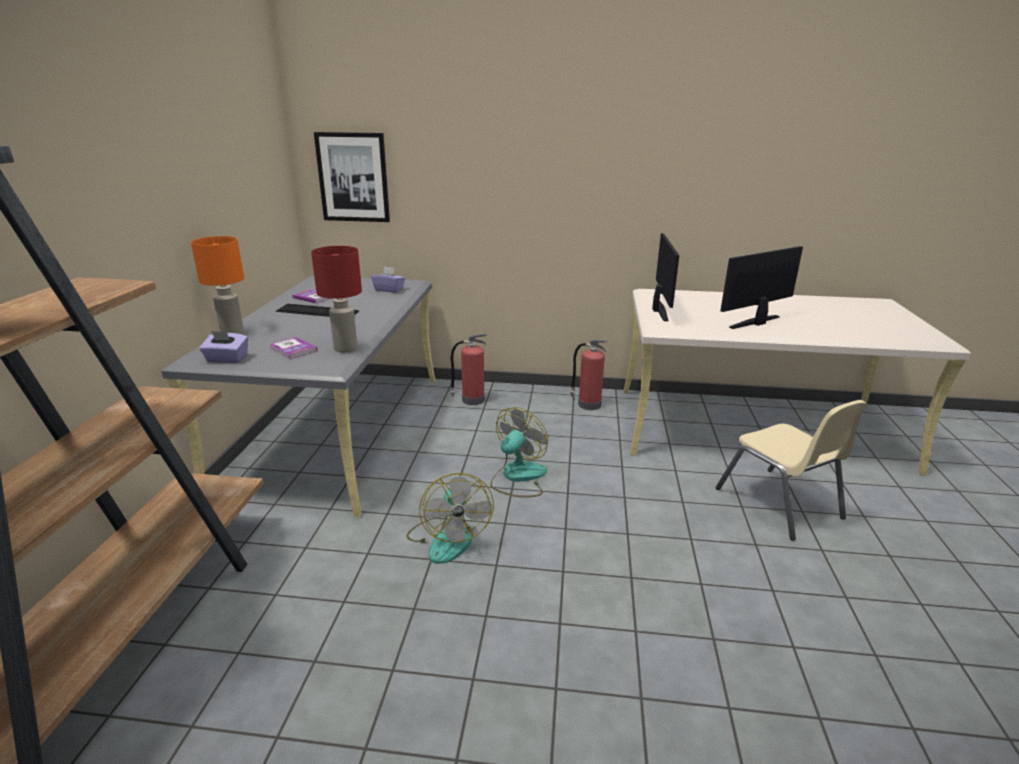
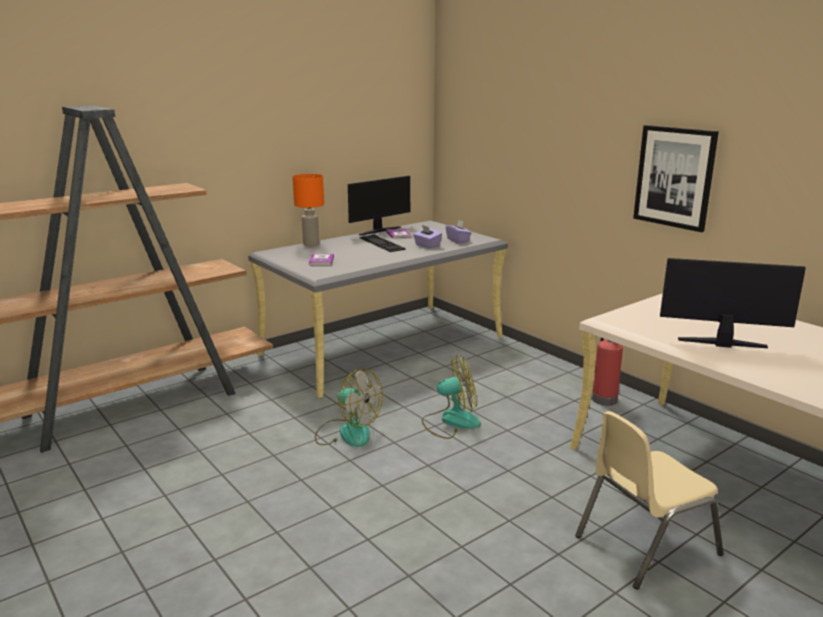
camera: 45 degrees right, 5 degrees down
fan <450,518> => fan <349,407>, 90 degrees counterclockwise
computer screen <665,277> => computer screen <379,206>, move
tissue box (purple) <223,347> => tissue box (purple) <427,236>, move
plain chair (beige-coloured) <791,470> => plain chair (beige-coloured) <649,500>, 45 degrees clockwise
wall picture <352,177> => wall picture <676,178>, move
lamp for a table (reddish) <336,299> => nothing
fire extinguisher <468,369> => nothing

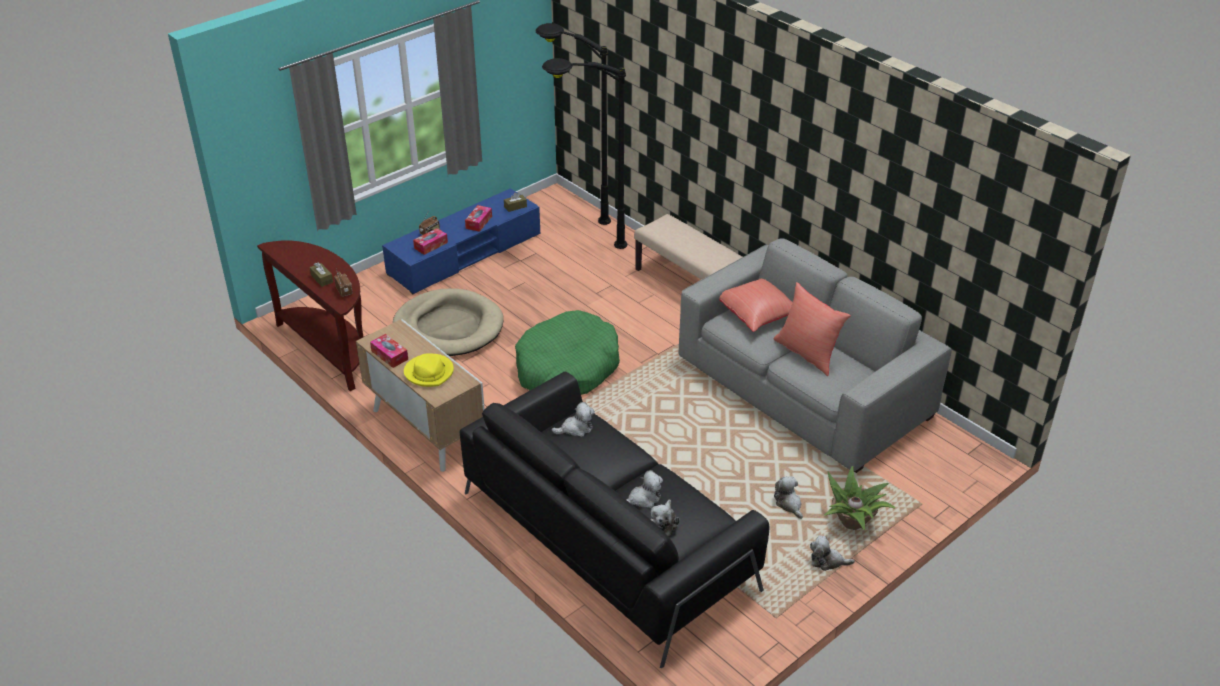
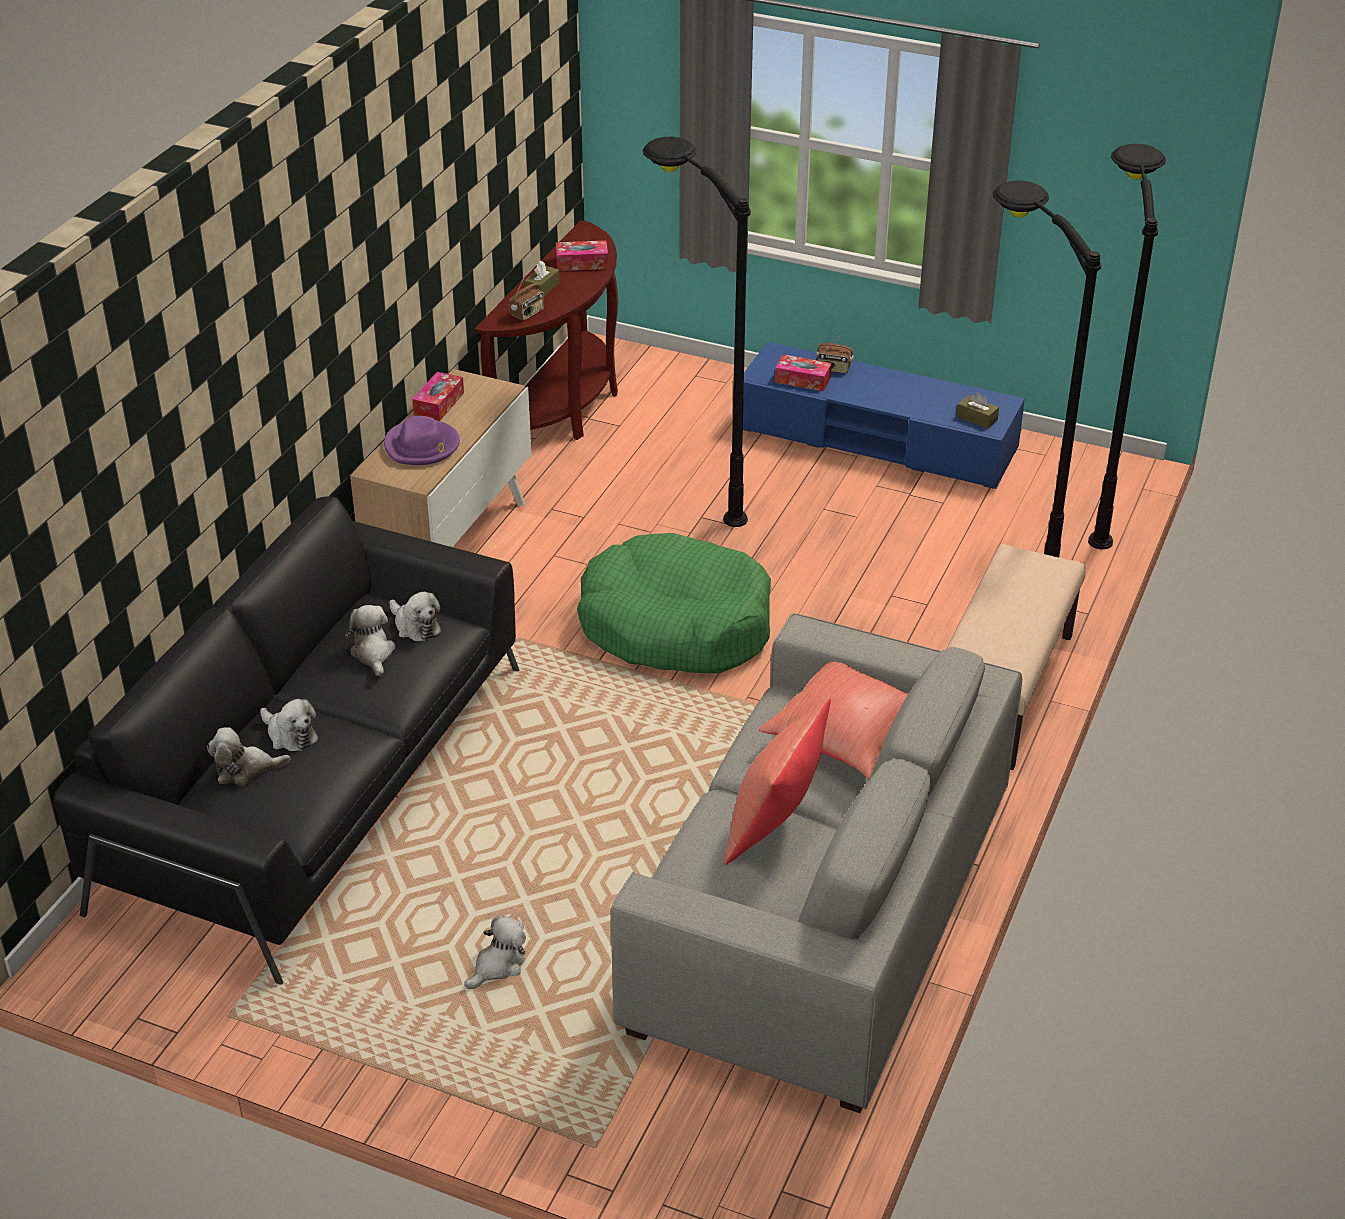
camera: 65 degrees right, 0 degrees up
soft toy <832,553> => soft toy <370,640>, move
hat (yellow-coloured) <429,370> => hat (purple) <422,440>
tissue box <478,218> => tissue box <582,255>, move
pet bed (beige-coloured) <448,322> => standard lamp (black) <697,332>
potted plant <860,498> => nothing

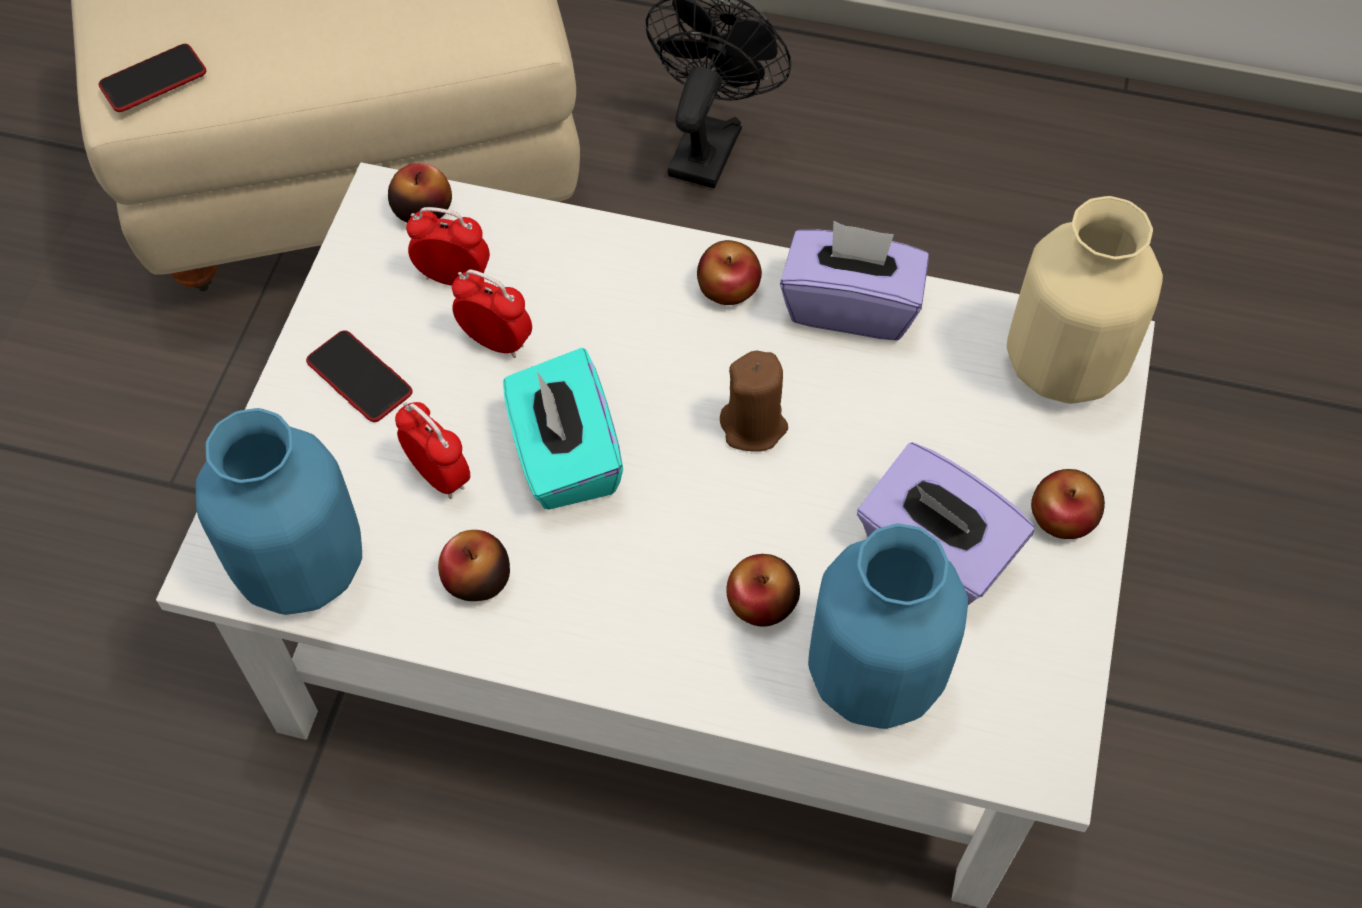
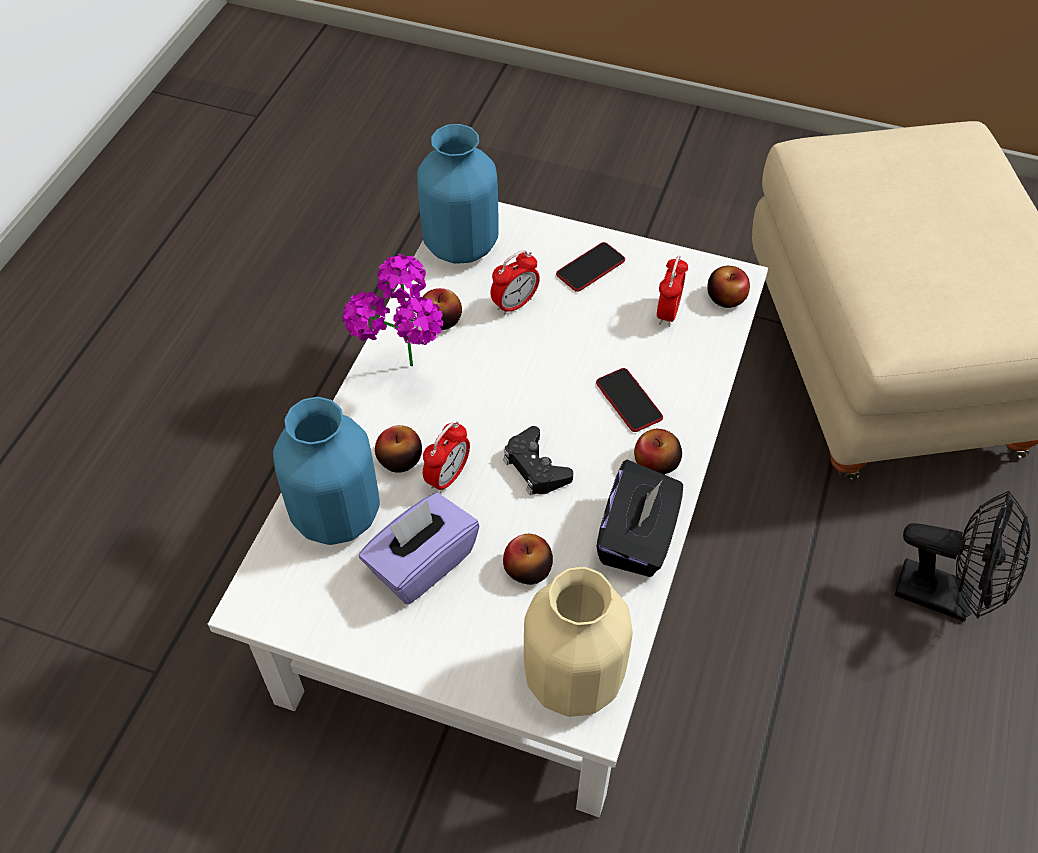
camera: 95 degrees right, 5 degrees down
nothing => potted plant <392,310>
bedside clock <492,314> => bedside clock <446,457>, move
whole apple <1068,504> => whole apple <528,559>, move
wax candle (brown-coloured) <754,401> => joypad (black) <538,461>
telephone <152,78> => telephone <629,400>, move
tissue box (purple) <854,281> => tissue box (black) <639,518>
tissue box (blue-green) <563,429> => nothing

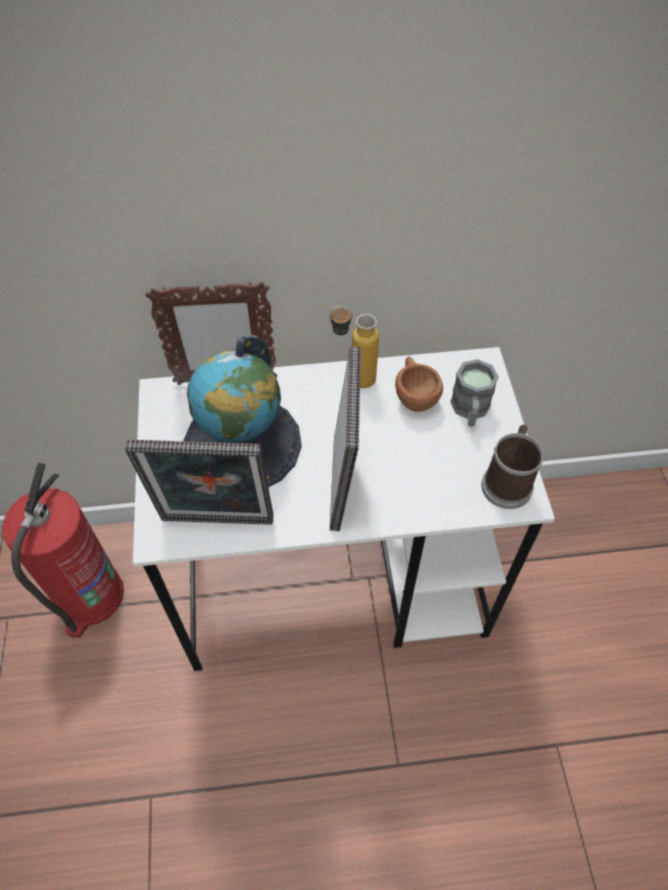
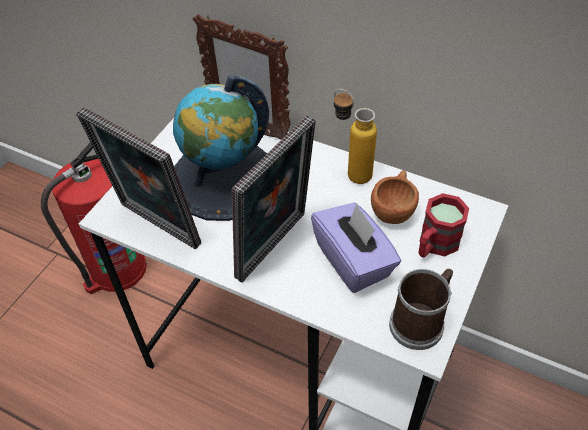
camera: 35 degrees right, 5 degrees down
nothing => tissue box (purple) <356,248>
coffee mug (greyish) <474,392> => coffee mug (reddish) <444,225>

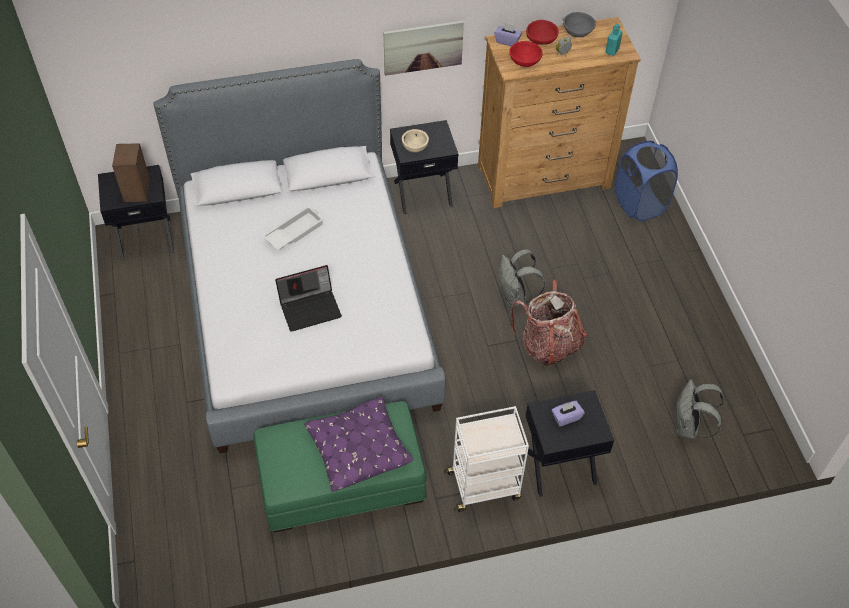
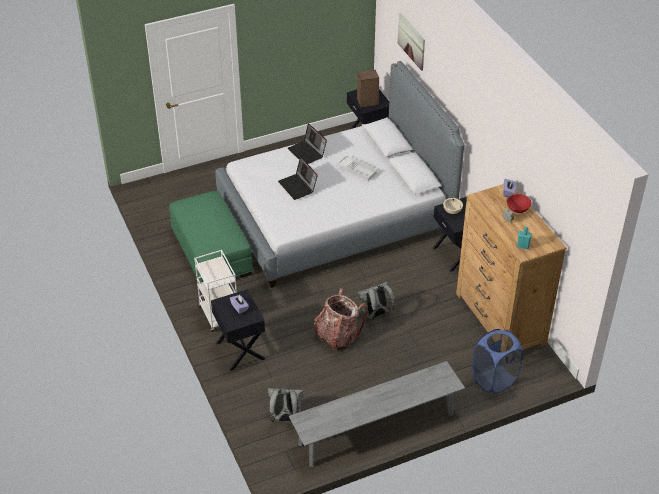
camera: 80 degrees right, 10 degrees down
nothing => portable computer <307,144>
nothing => bench (greyish) <377,414>
wall picture <424,48> => wall picture <411,42>, move
pillow (purple) <359,444> => nothing
deep dish (reddish) <526,54> => nothing
deep dish (greyish) <579,24> => nothing

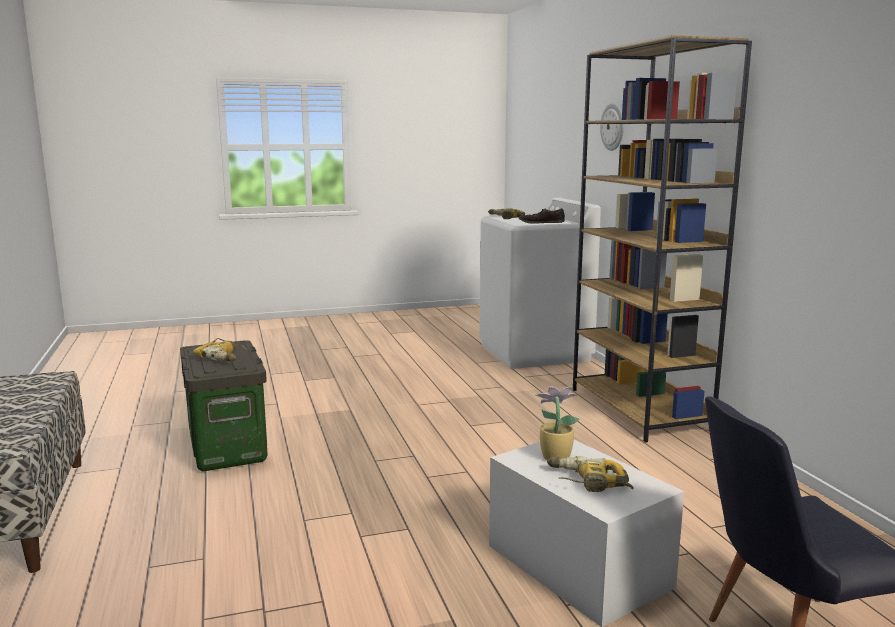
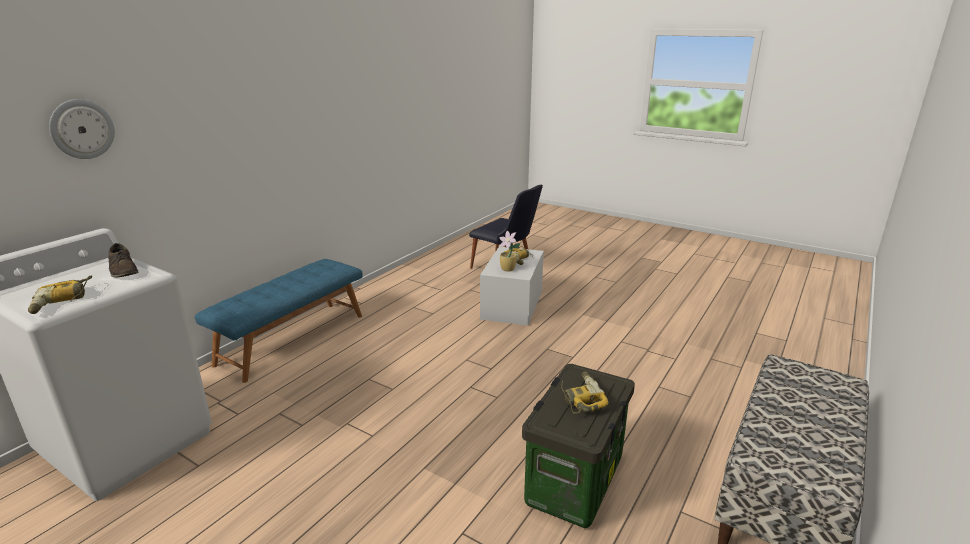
camera: 130 degrees left, 10 degrees up
bookshelf (brown-coloured) <662,239> => bench (blue) <279,321>

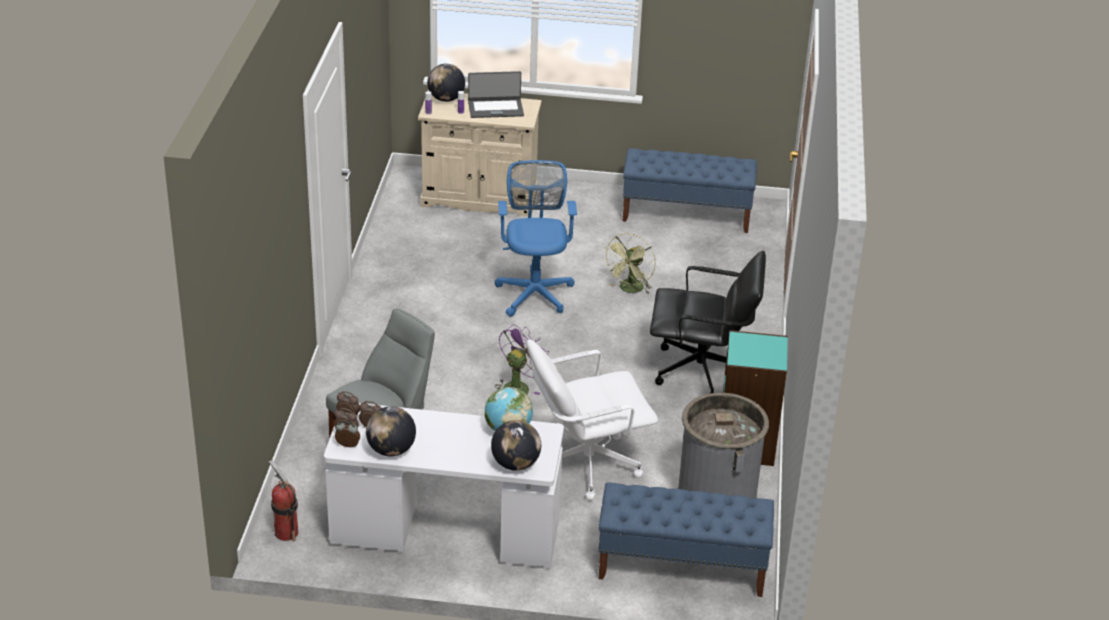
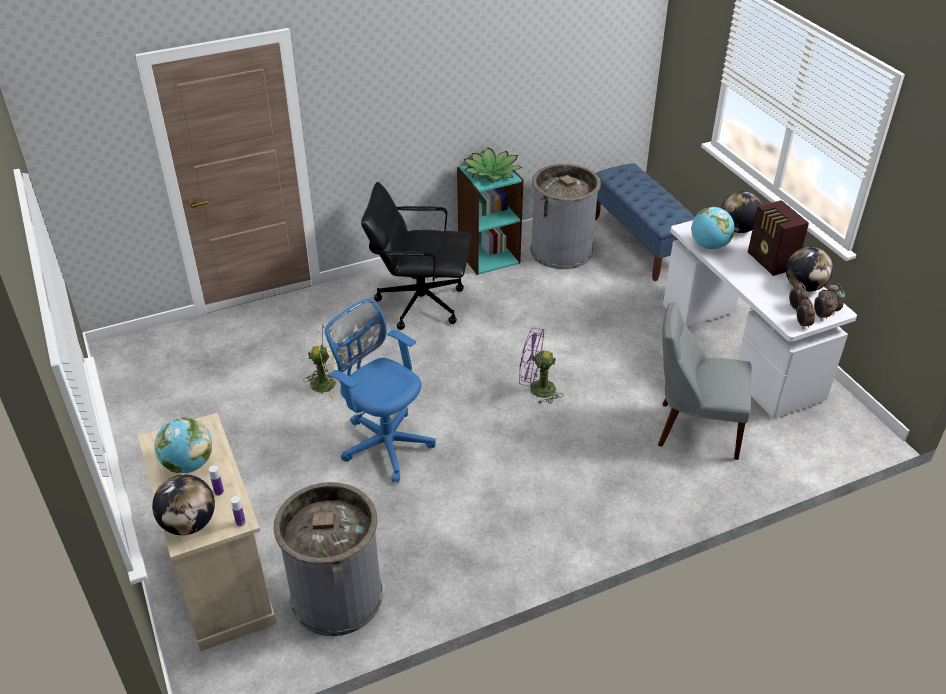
camera: 120 degrees left, 5 degrees up
portable computer <496,94> => globe <183,445>
nothing => rubbish bin (greyish) <328,559>
computer chair (blue) <536,238> => computer chair (blue) <380,390>, 75 degrees clockwise
computer chair (black) <708,322> => computer chair (black) <416,256>, 60 degrees counterclockwise
nothing => potted plant <493,165>
nothing => radio set <778,238>
fire extinguisher <283,500> => nothing
computer chair (white) <592,419> => nothing
bench (blue) <690,190> => nothing

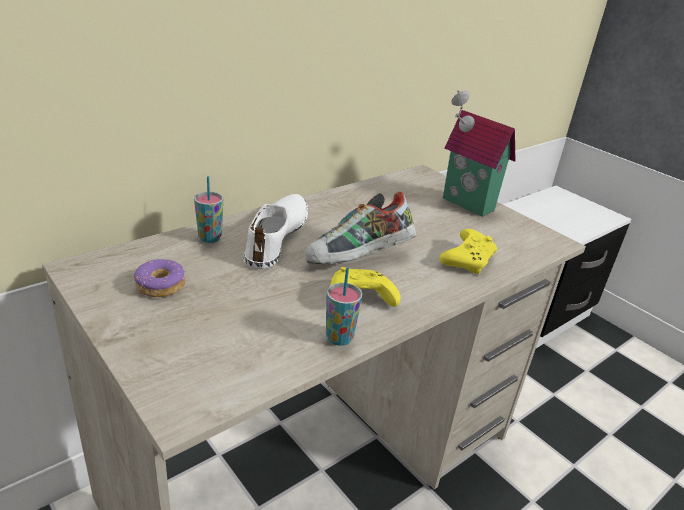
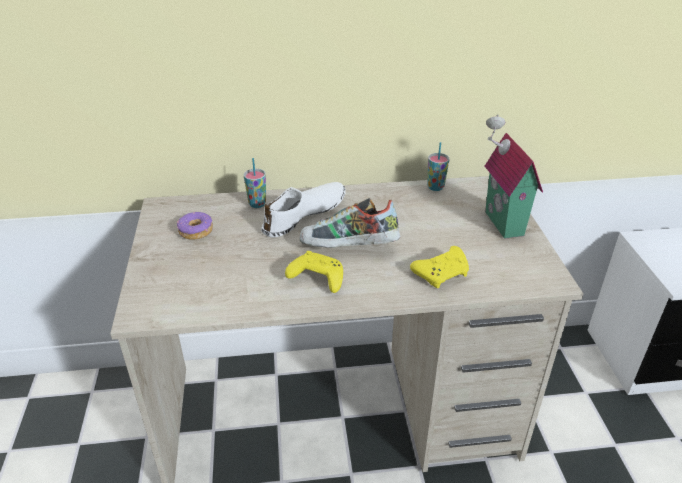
camera: 35 degrees right, 5 degrees up
drinking cup <344,307> => drinking cup <438,166>, move

